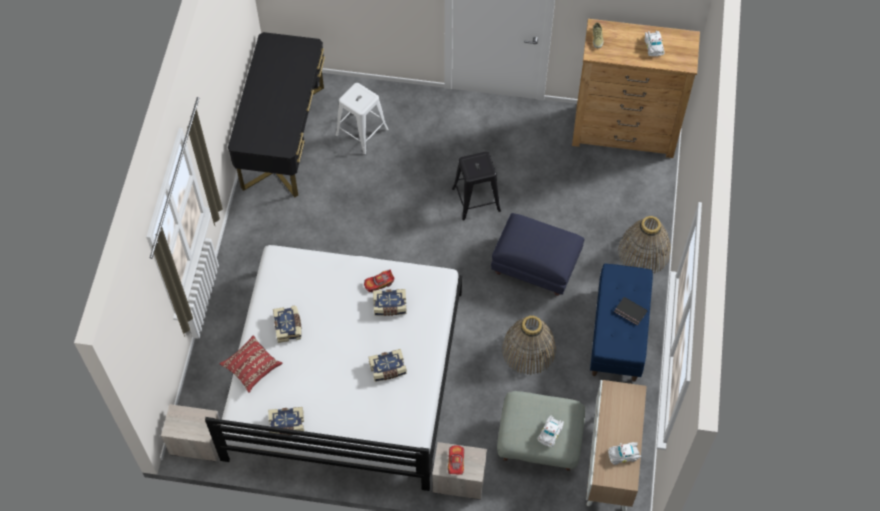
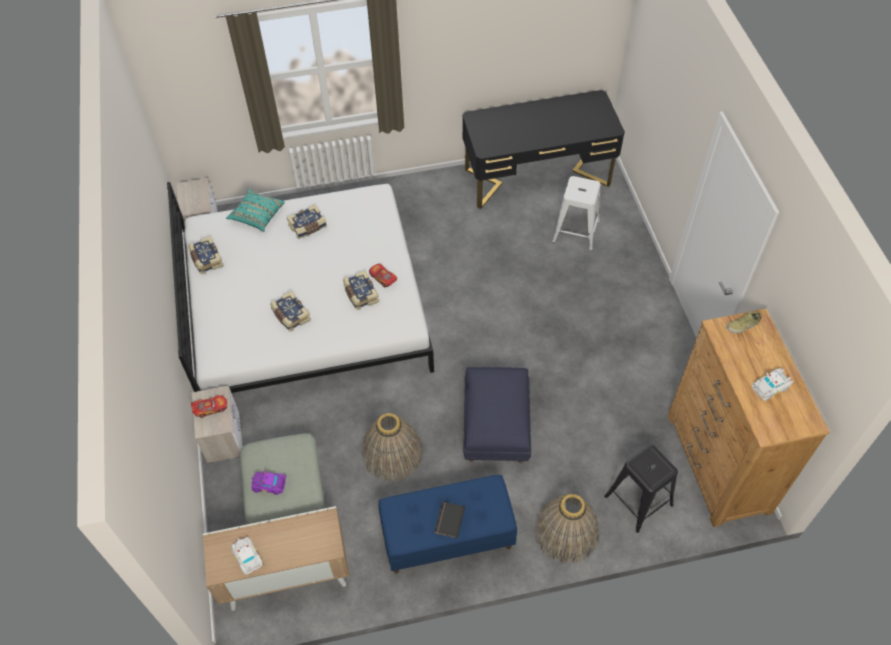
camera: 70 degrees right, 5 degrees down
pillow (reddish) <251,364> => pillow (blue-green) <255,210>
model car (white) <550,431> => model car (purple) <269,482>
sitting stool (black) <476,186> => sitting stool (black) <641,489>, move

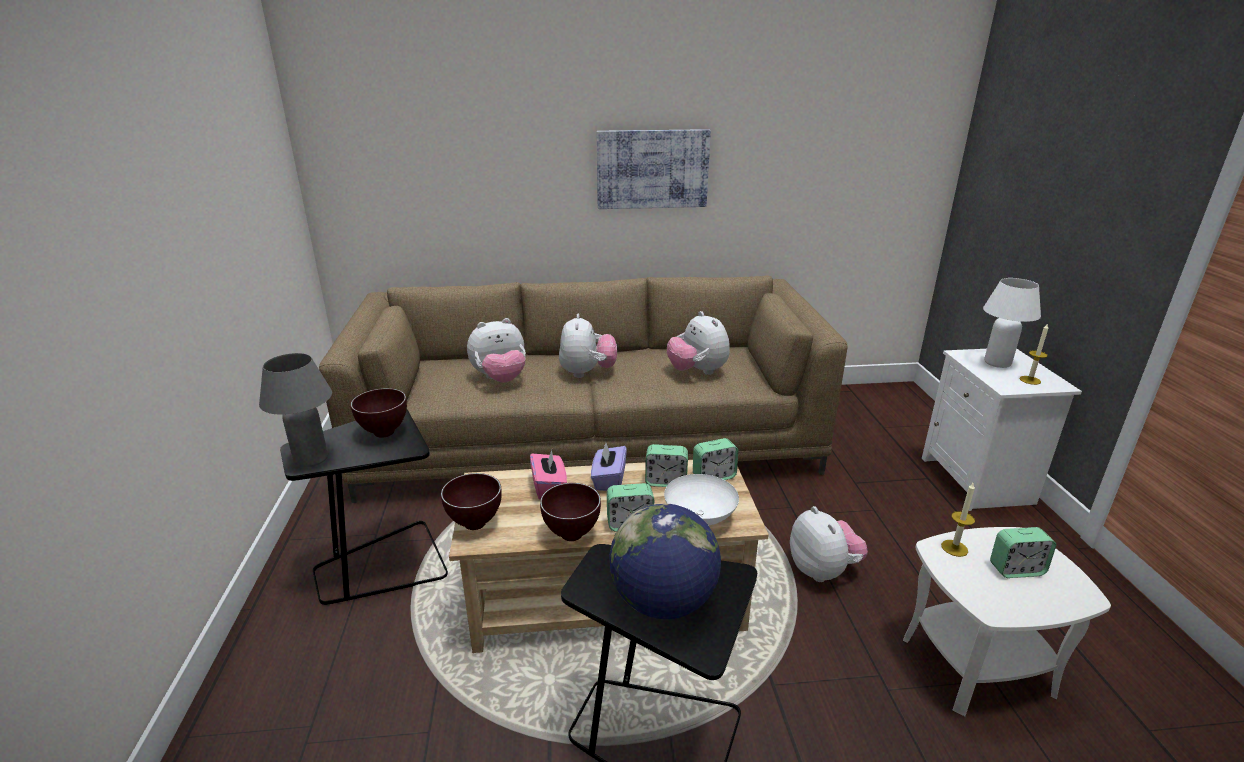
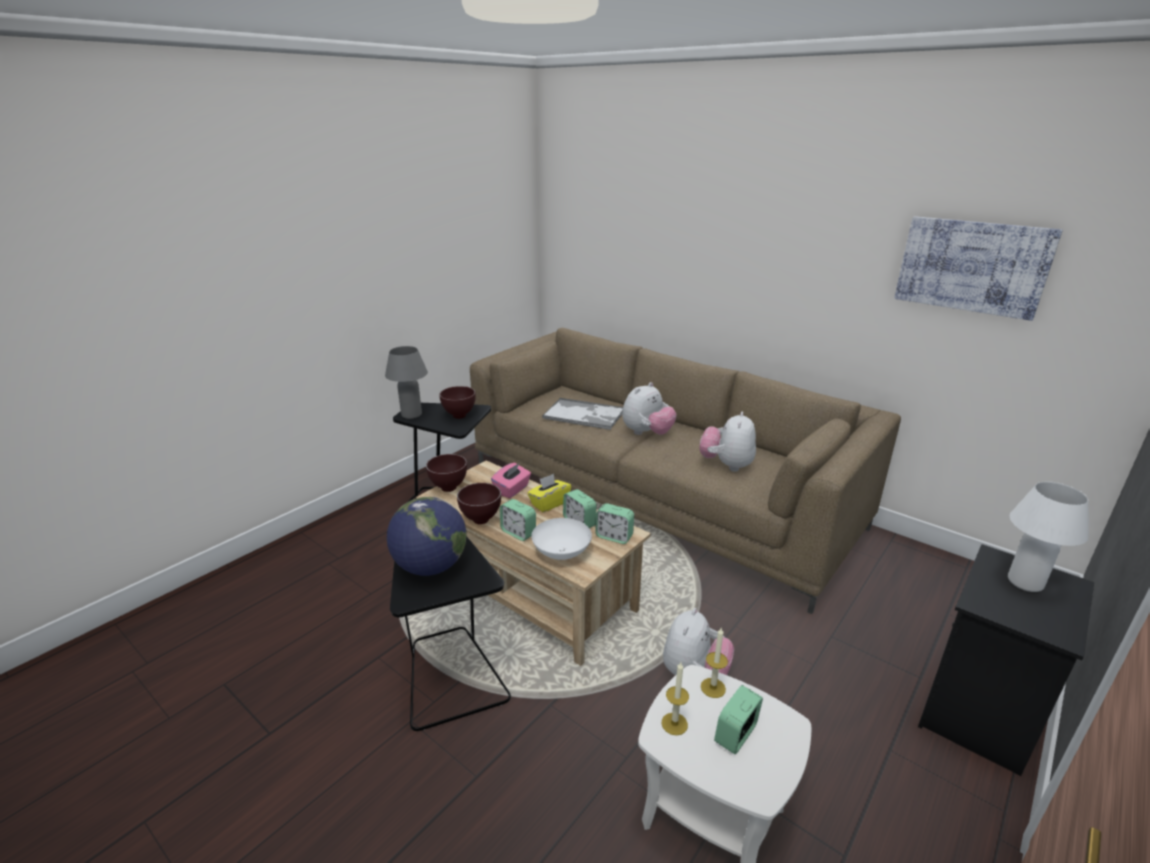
camera: 45 degrees right, 0 degrees up
tissue box (purple) <609,467> => tissue box (yellow-coloured) <549,493>
soft toy <496,350> => carrying tray <582,414>
wax candle <1034,354> => wax candle <675,698>, move
bedside clock <1023,552> => bedside clock <738,719>, 90 degrees clockwise
wall picture <653,169> => wall picture <978,268>, move
night table (white) <1002,429> => night table (black) <1006,660>

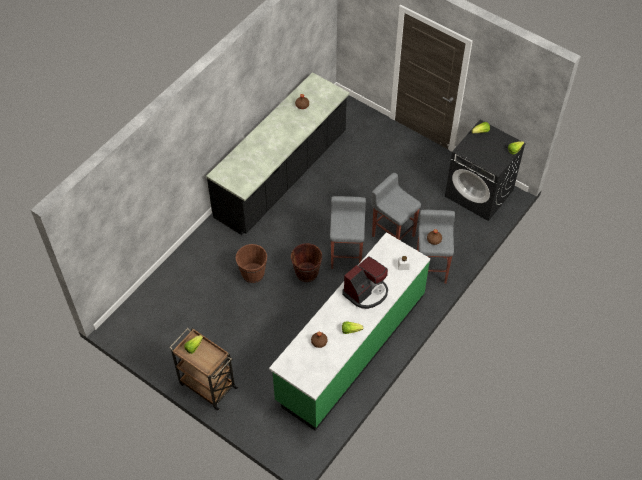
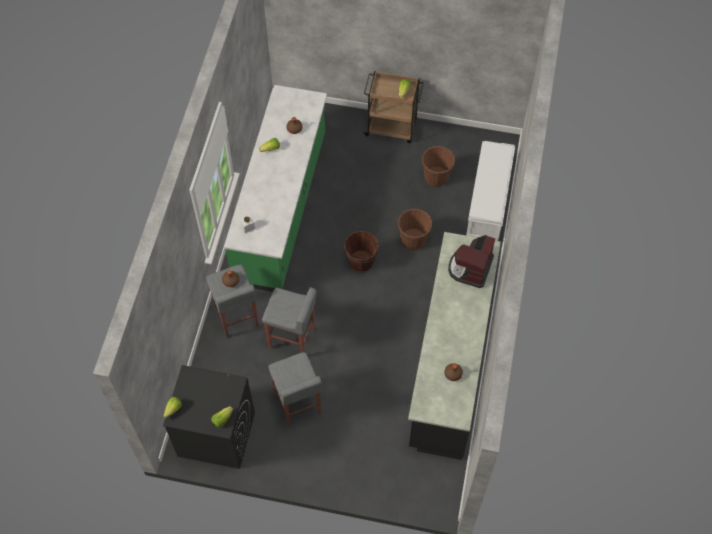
camera: 155 degrees right, 5 degrees up
sitting stool (greyish) <348,232> => sitting stool (greyish) <295,389>, move
nothing => pail (brown-coloured) <438,166>
coffee maker <365,282> => coffee maker <471,261>, move
nothing => bench (white) <490,191>

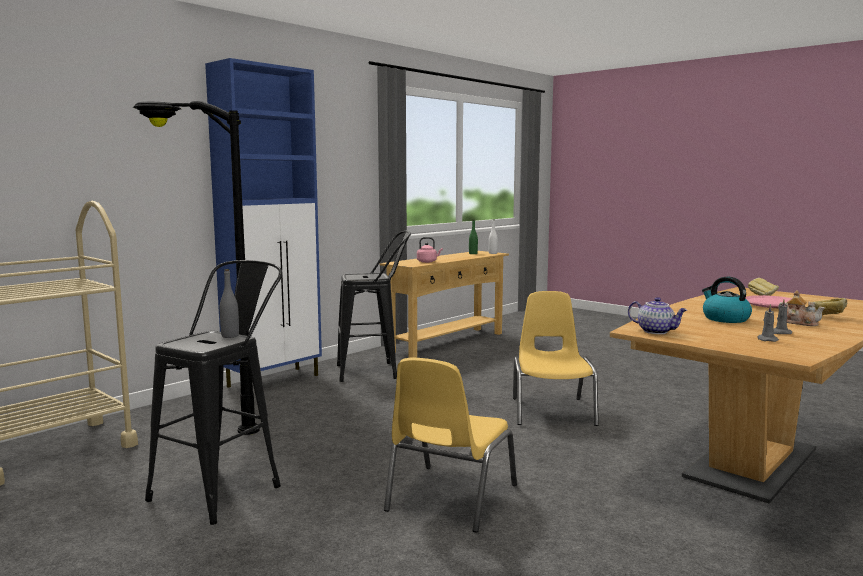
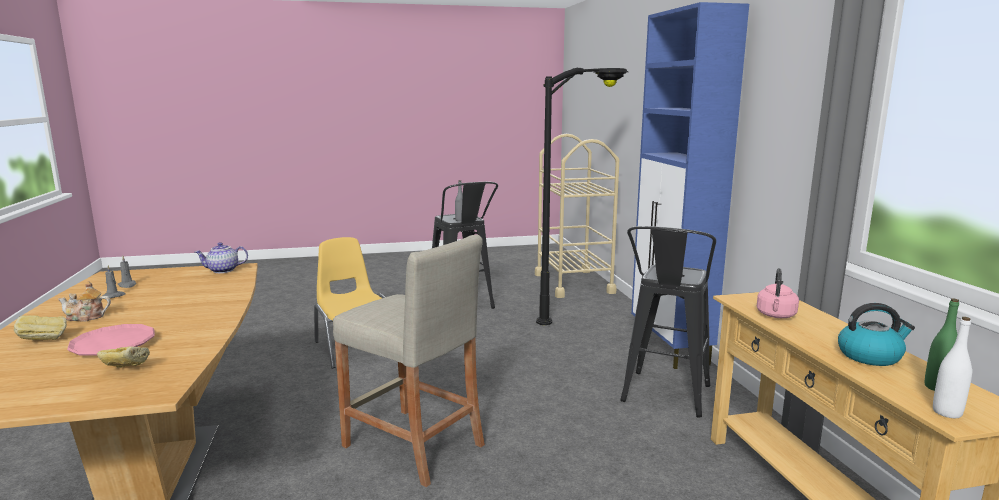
camera: 125 degrees right, 5 degrees up
plain chair (yellow-coloured) <556,358> => sitting stool (beige-coloured) <409,361>
tea kettle <727,300> => tea kettle <876,334>, move

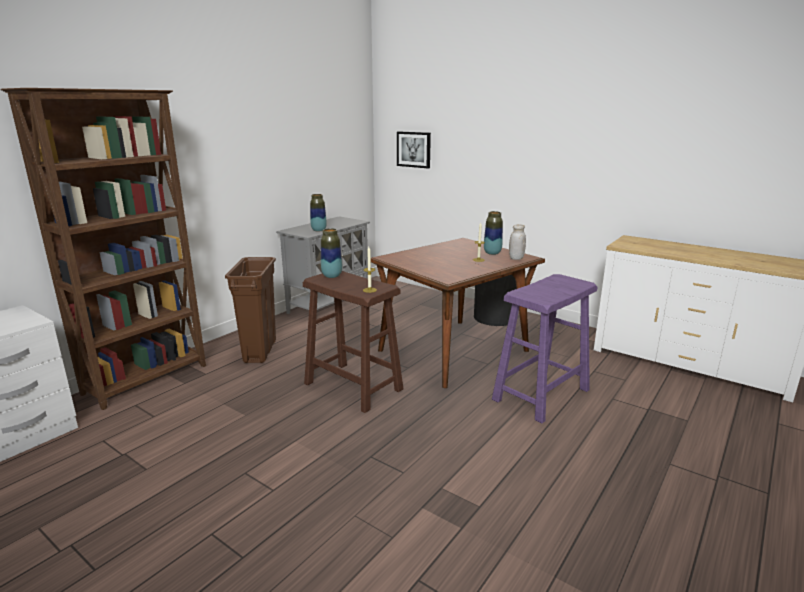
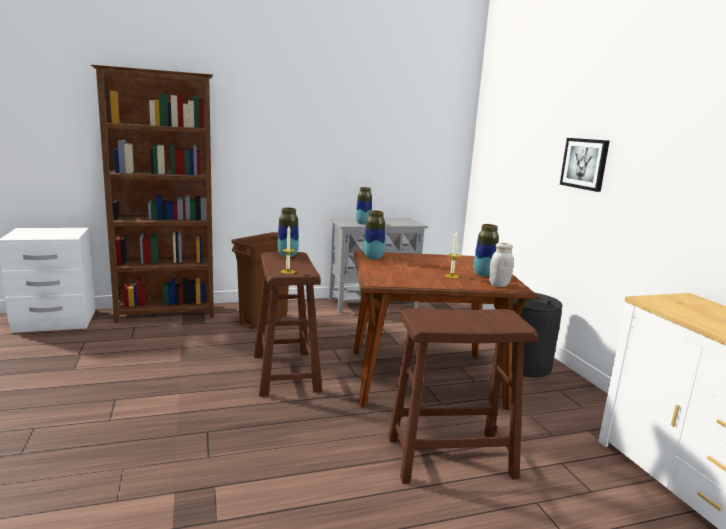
camera: 35 degrees right, 5 degrees down
nothing => vase <374,235>
sitting stool (purple) <544,348> => sitting stool (brown-coloured) <463,396>
wall picture <414,149> => wall picture <584,165>, move

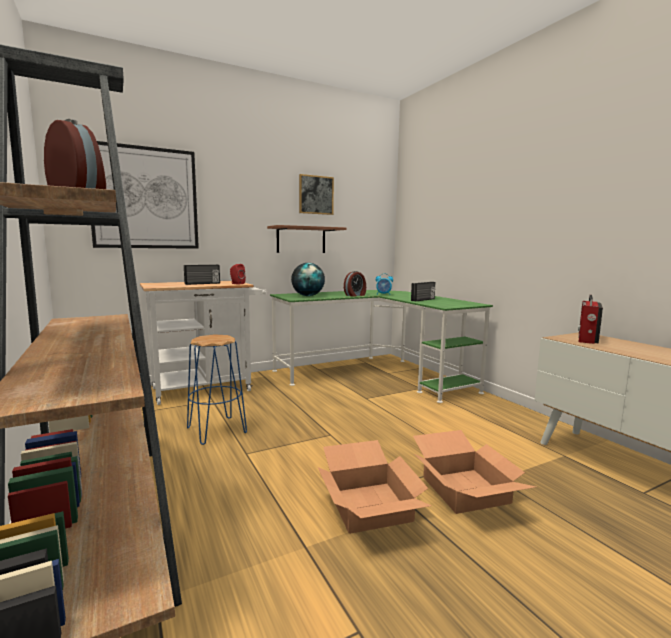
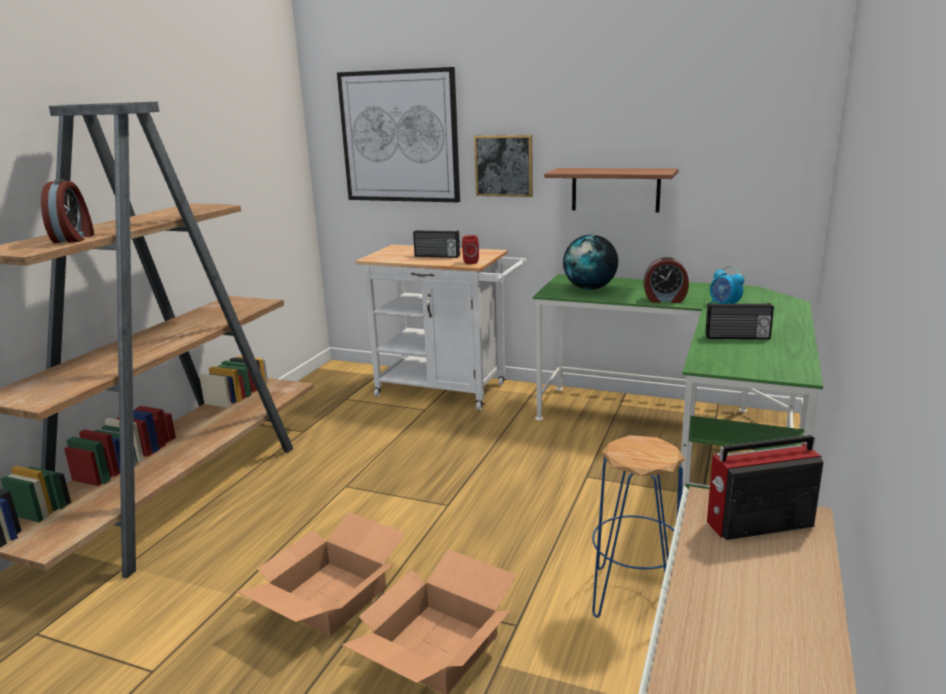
camera: 50 degrees right, 10 degrees up
wall picture <316,194> => wall picture <503,166>, move
sitting stool (blue) <217,389> => sitting stool (blue) <638,526>, move

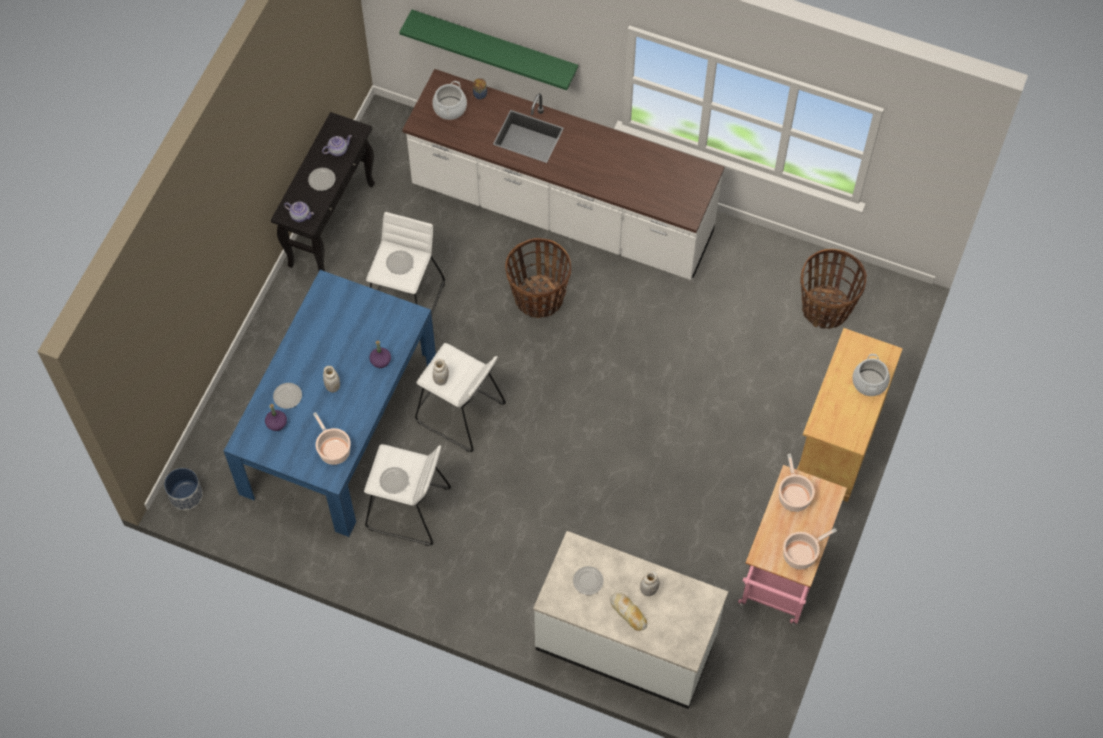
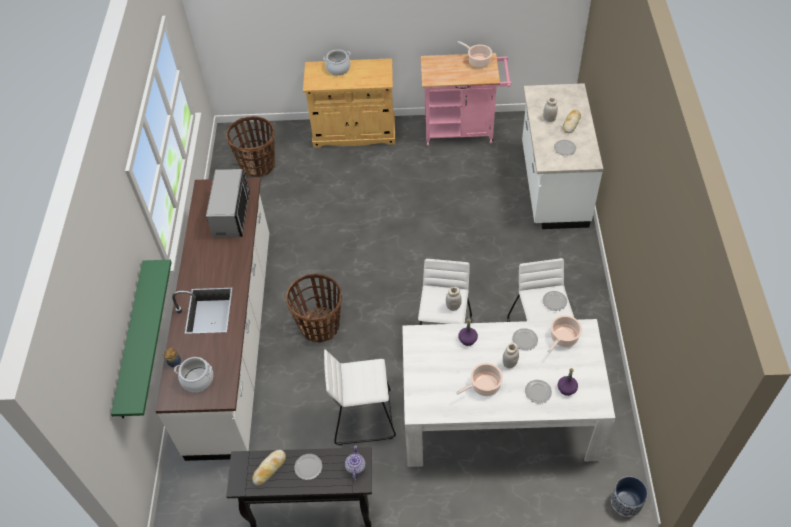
camera: 110 degrees left, 10 degrees down
nothing => microwave <228,203>
tea pot <337,145> => bread <269,468>
dinner table (blue) <330,403> => dinner table (white) <508,393>
saucepot <797,483> => saucepot <479,379>, move
flat dish <400,262> => flat dish <525,339>, move

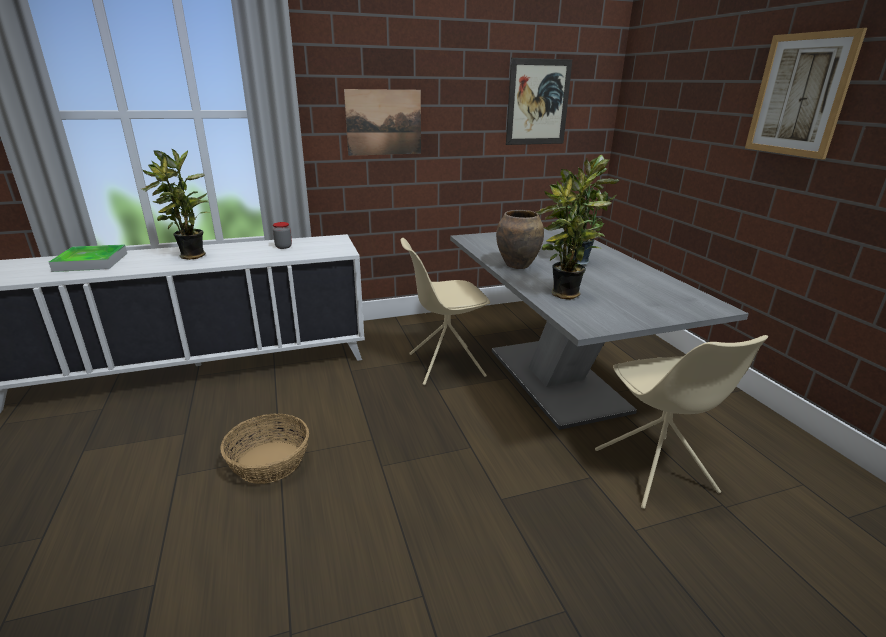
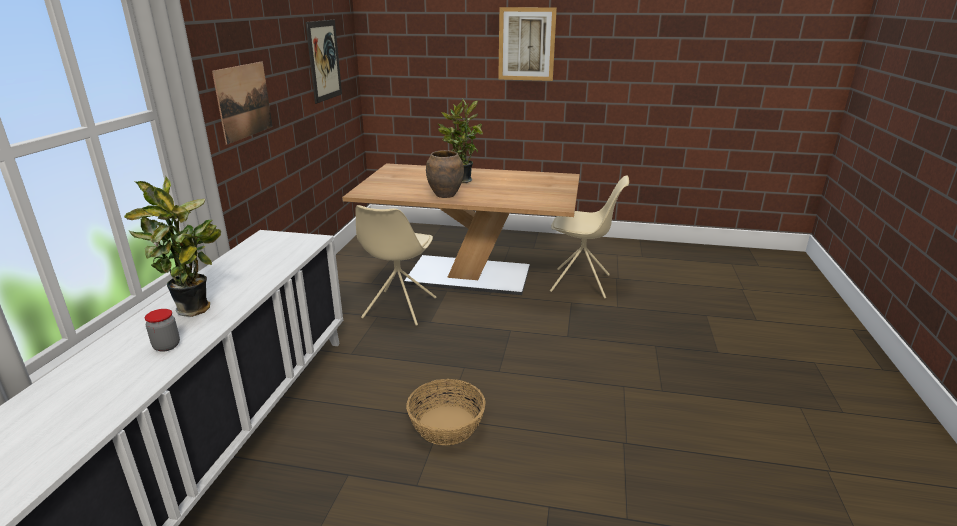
camera: 60 degrees left, 0 degrees up
jar <282,235> => jar <162,330>, move
dinner table (greyish) <599,329> => dinner table (brown-coloured) <461,229>
carrying tray <88,258> => nothing
potted plant <573,233> => nothing

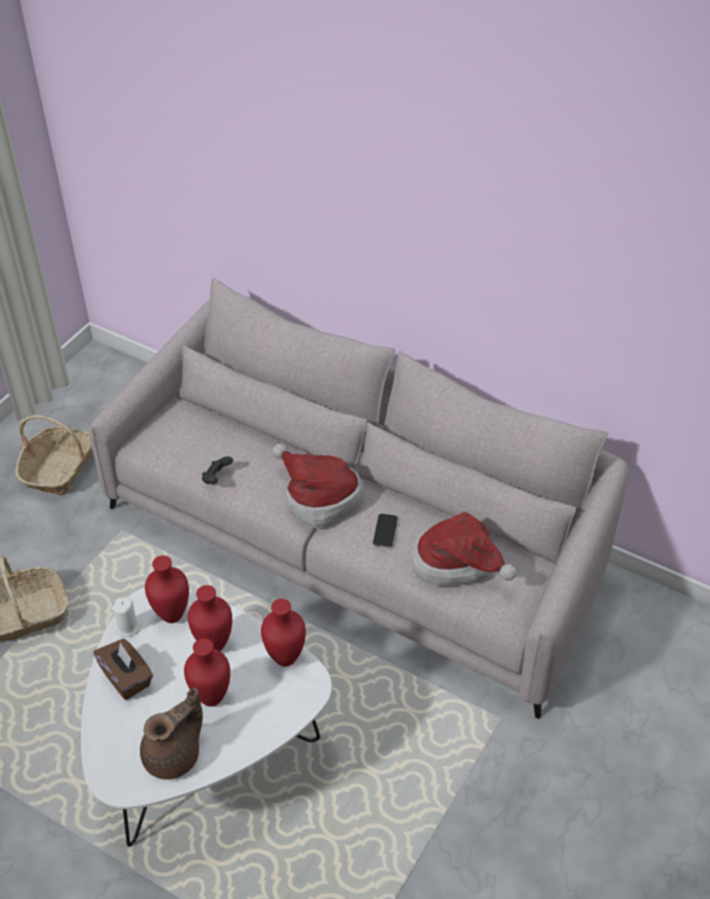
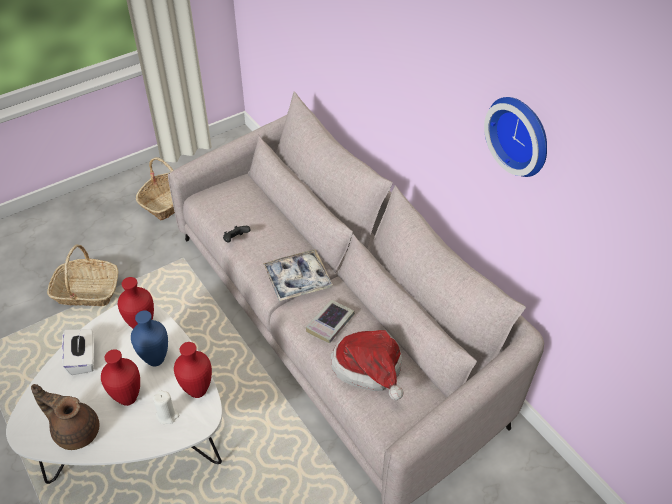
camera: 25 degrees right, 0 degrees up
tea pot (brown-coloured) <171,734> => tea pot (brown-coloured) <65,417>, 135 degrees counterclockwise
tissue box (brown-coloured) <123,669> => tissue box (white) <78,352>
vase (reddish) <210,618> => vase (blue) <149,339>
wax candle (white) <127,617> => wax candle (white) <166,407>, move
hat <318,486> => carrying tray <298,275>
telephone <385,531> => volume <330,321>
nothing => clock on the wall <515,137>

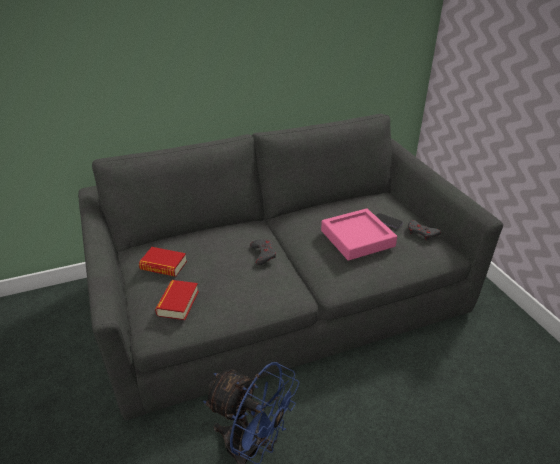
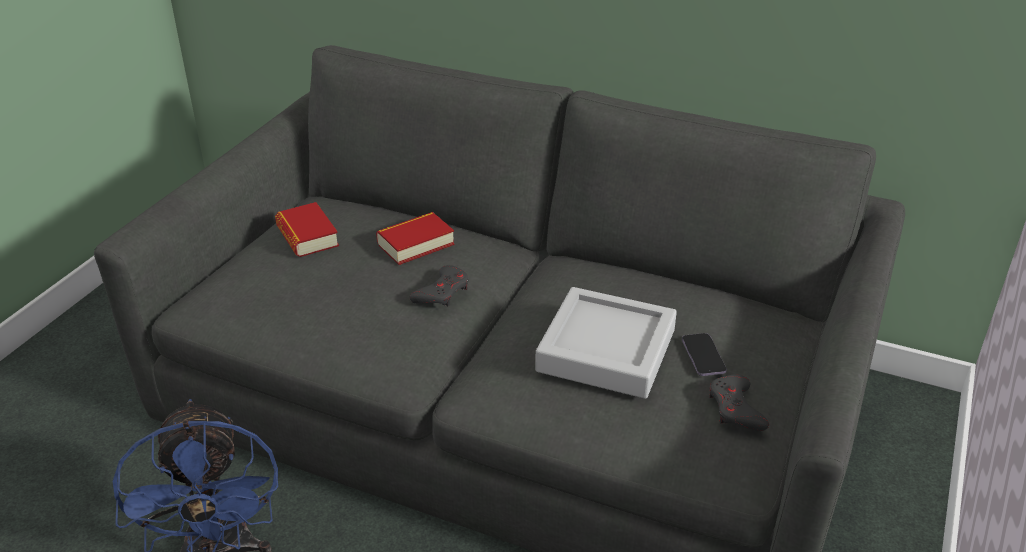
camera: 45 degrees right, 0 degrees up
volume <177,300> => volume <415,238>, move
carrying tray (pinkish) <359,234> => carrying tray (greyish) <606,343>

